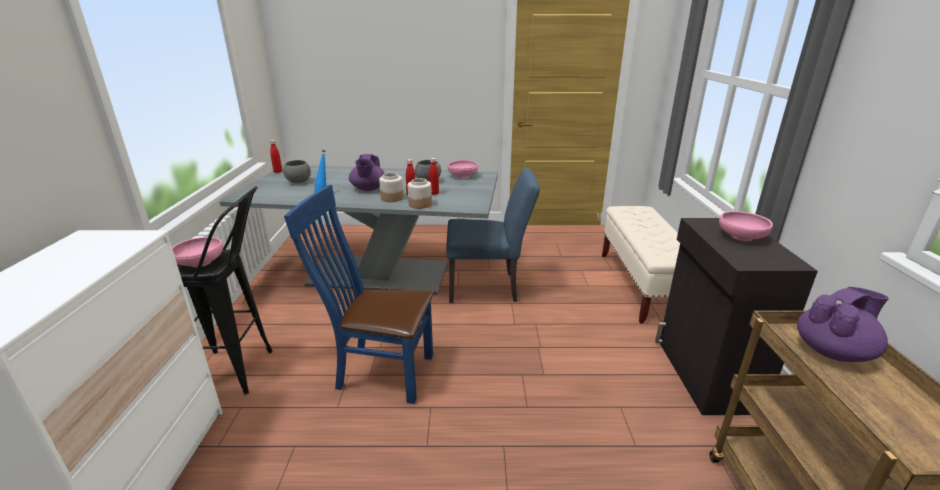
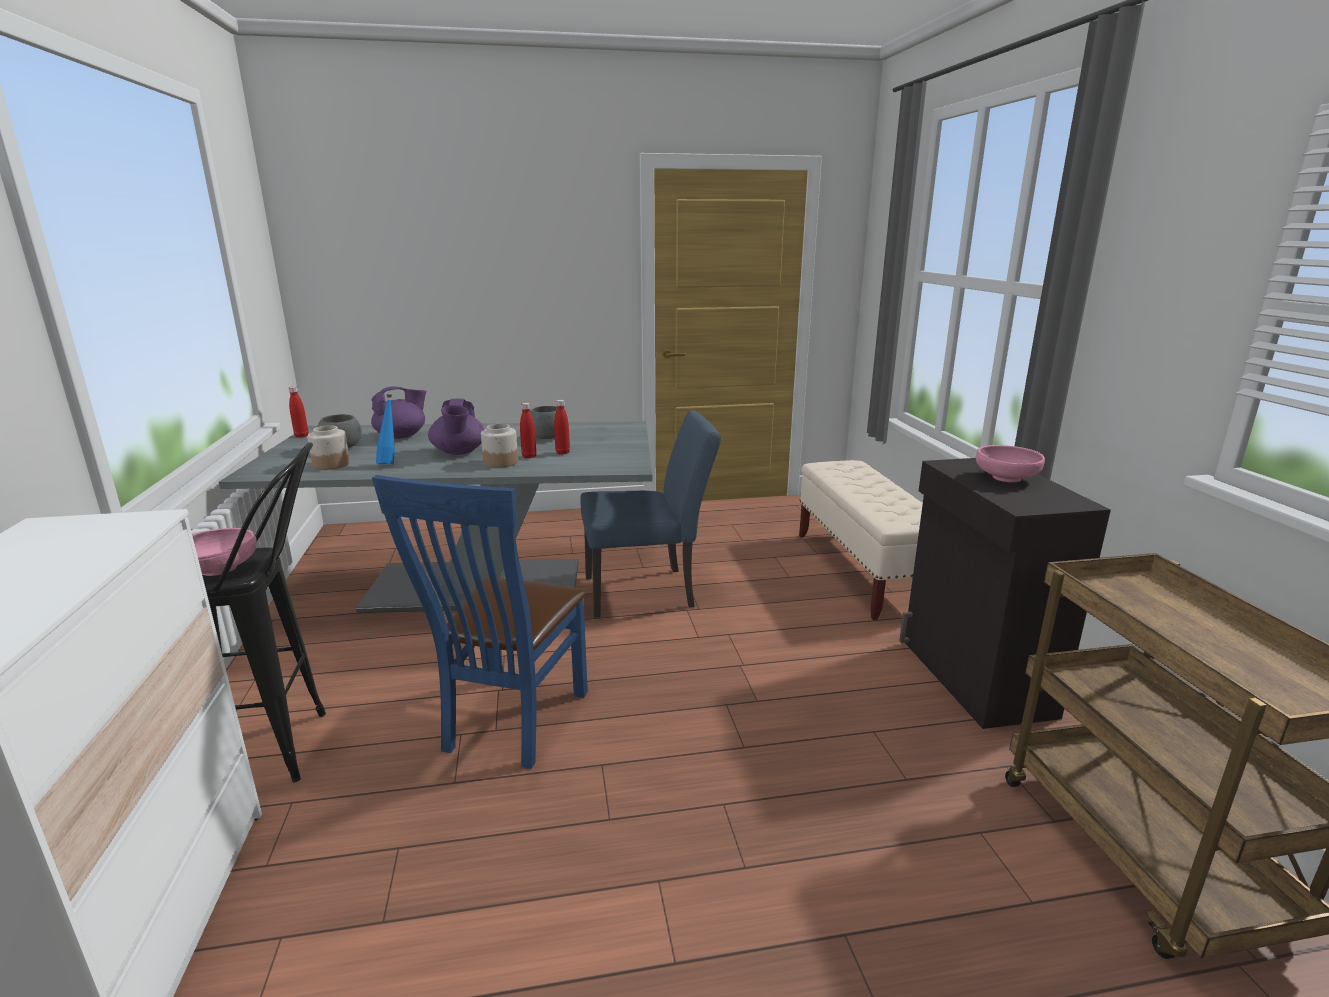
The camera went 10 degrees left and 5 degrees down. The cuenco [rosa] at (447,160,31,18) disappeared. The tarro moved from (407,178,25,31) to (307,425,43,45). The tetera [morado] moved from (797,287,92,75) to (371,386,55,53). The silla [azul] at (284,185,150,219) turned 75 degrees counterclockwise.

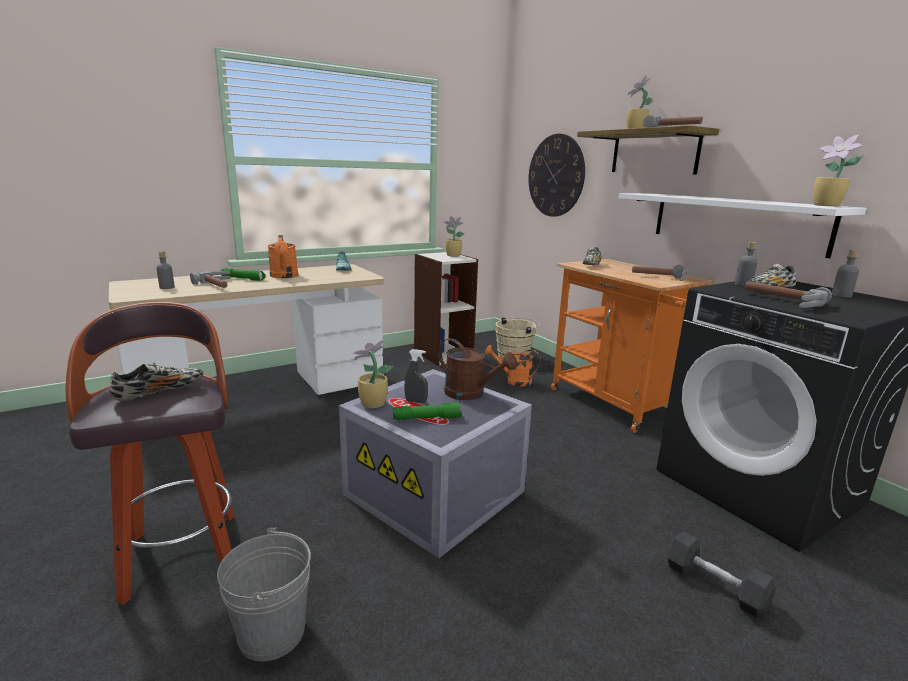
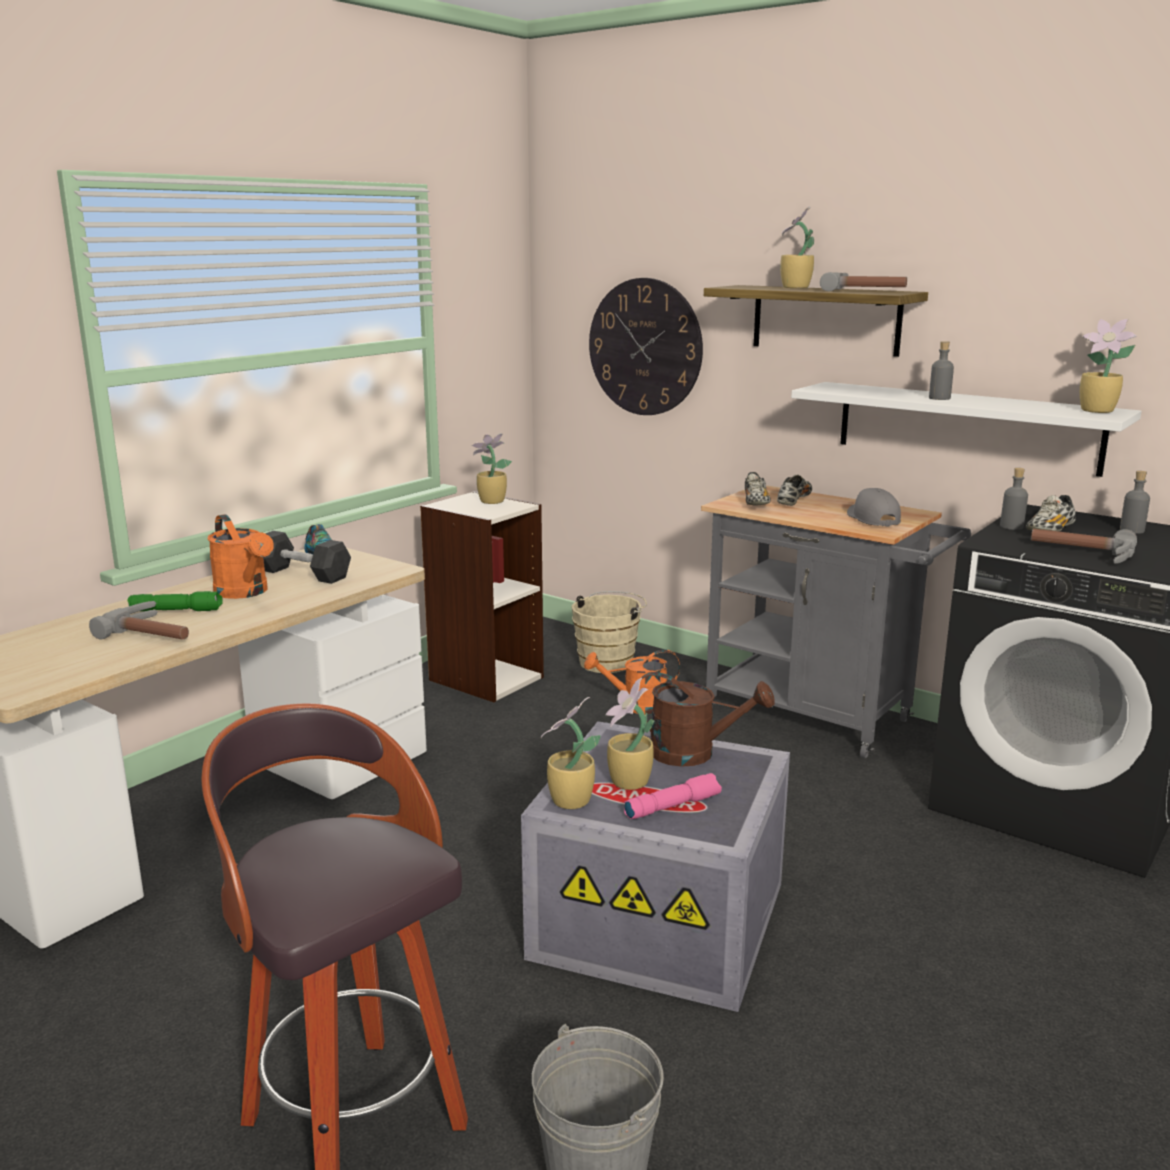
The camera went 20 degrees left and 0 degrees up. The zapato moved from (109,363,94,38) to (777,475,35,31). The botella [gris] moved from (157,252,18,37) to (929,341,25,59). The mancuerna [negro] moved from (666,531,109,87) to (263,531,88,53). The pulverizador [gris] at (404,349,24,54) was replaced by the planta en maceta at (605,678,50,112). The martillo at (632,265,55,16) was replaced by the gorra [gris] at (847,488,54,39). The linterna [verde] at (393,403,69,17) became the linterna [rosa] at (624,773,98,46). The carrito [naranja] at (550,259,163,174) became the carrito [gris] at (701,485,270,273).

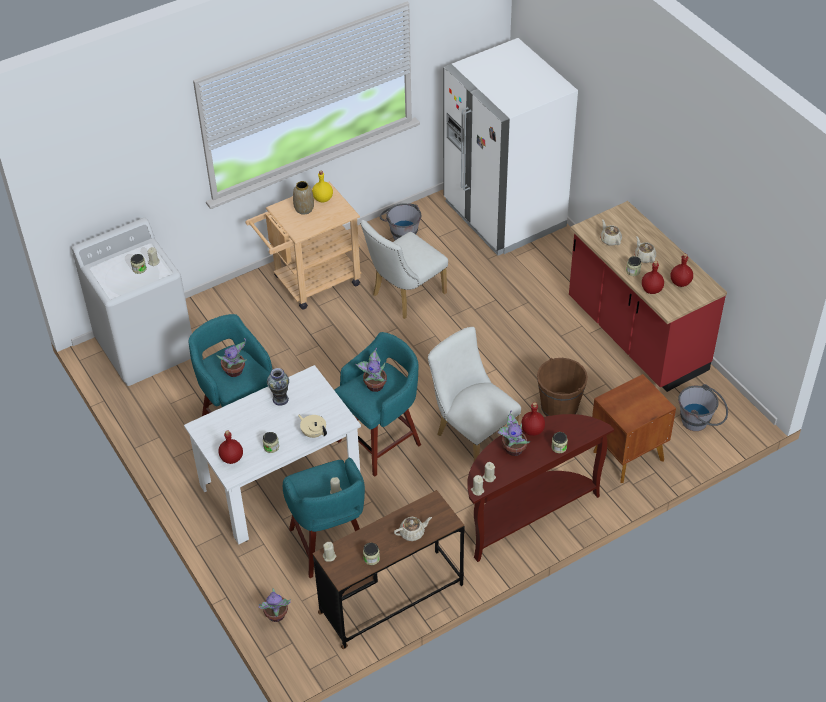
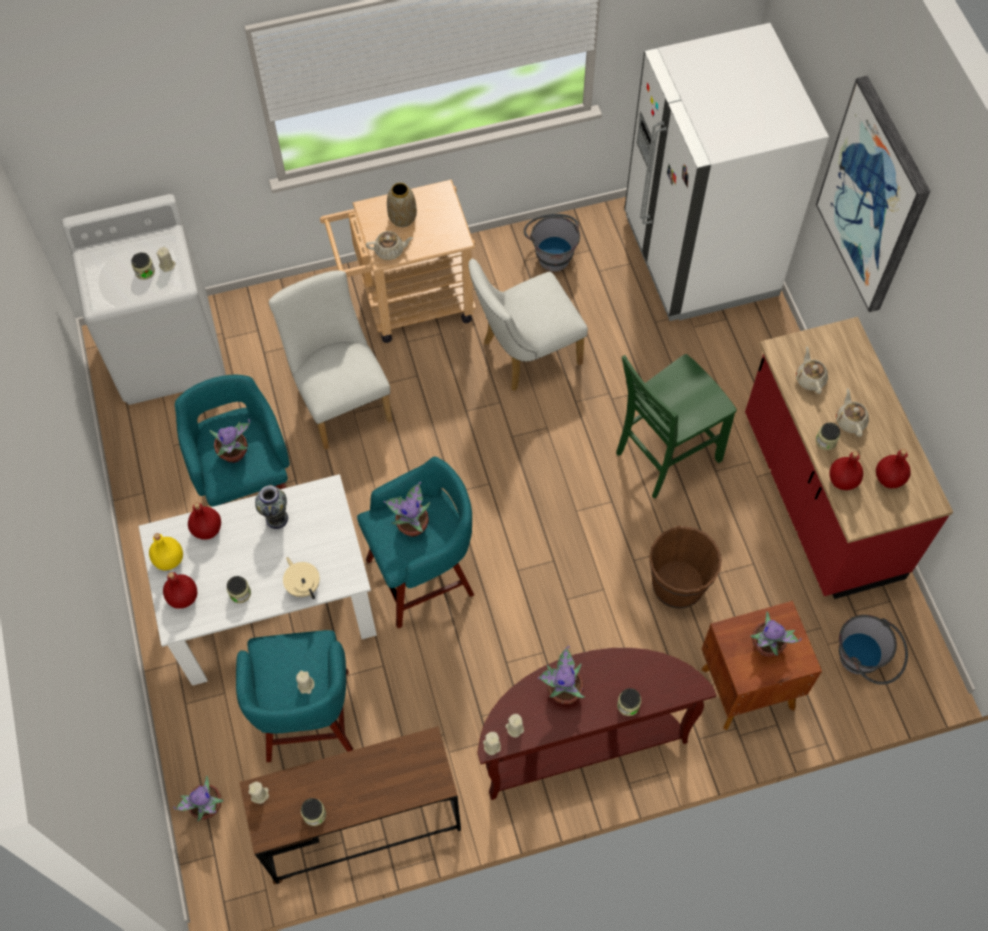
The camera went 15 degrees right and 15 degrees up. The silla [verde] at (616,354,121,144) appeared. The planta en maceta at (750,611,52,45) appeared. The cuadro at (816,76,114,236) appeared. The botella [amarillo] moved from (312,171,21,31) to (149,533,34,37). The tetera [beis] moved from (394,517,38,24) to (366,231,48,29). The silla [blanco] moved from (428,327,93,134) to (269,270,123,180). The botella [rojo] moved from (521,402,24,34) to (188,502,33,38).

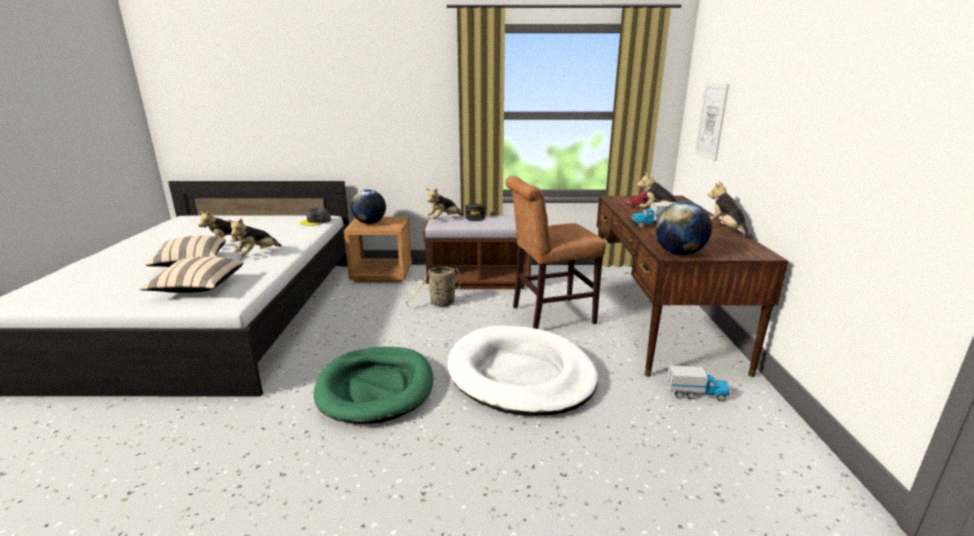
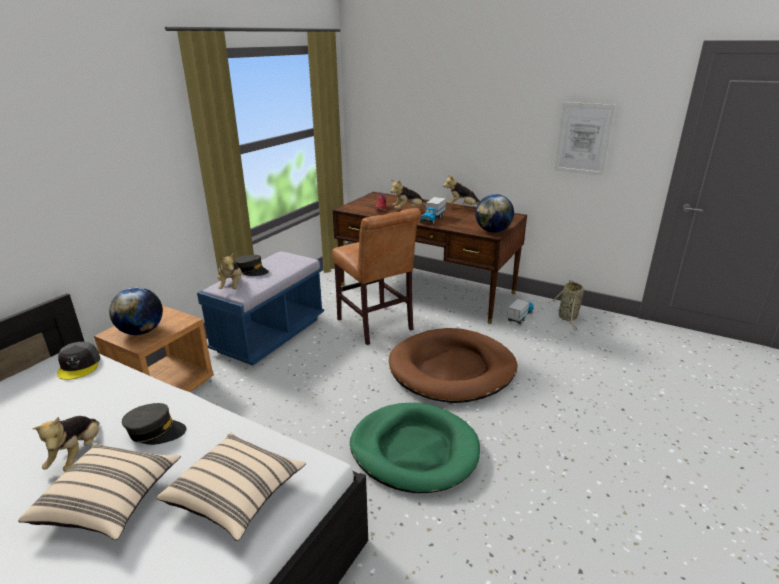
The camera went 60 degrees left and 5 degrees up. The cesta moved from (406,267,61,41) to (552,280,32,51). The cuadro moved from (694,83,35,79) to (554,102,61,74). The peluche at (228,218,53,38) was replaced by the gorra [gris] at (122,403,65,42). The banco [marrón] at (423,216,109,73) became the banco [azul] at (197,251,127,115). The cama para perro [blanco] at (448,326,150,90) became the cama para perro [marrón] at (389,328,128,75). The silla [marrón] at (506,176,100,153) turned 45 degrees counterclockwise.

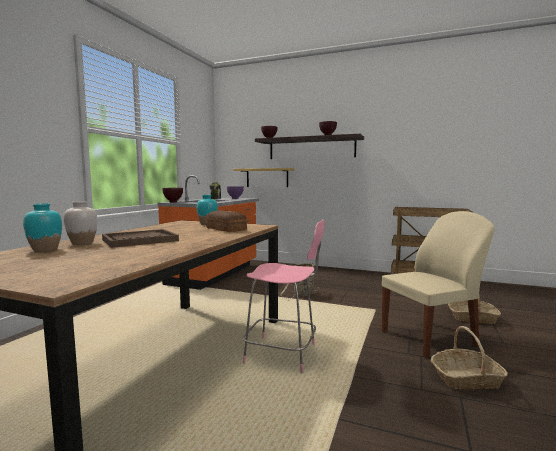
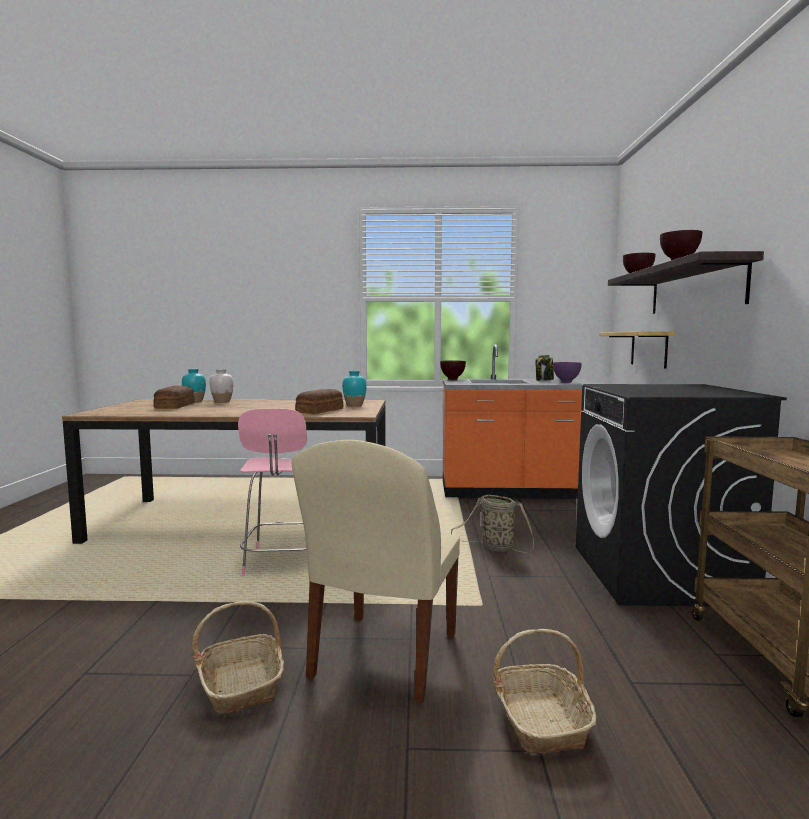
The camera went 70 degrees right and 0 degrees up. The bandeja [marrón] at (102,229,77,19) disappeared. The pan at (154,385,41,24) appeared. The lavadora [negro] at (576,384,211,222) appeared. The silla [beis] at (382,211,113,147) turned 60 degrees clockwise.

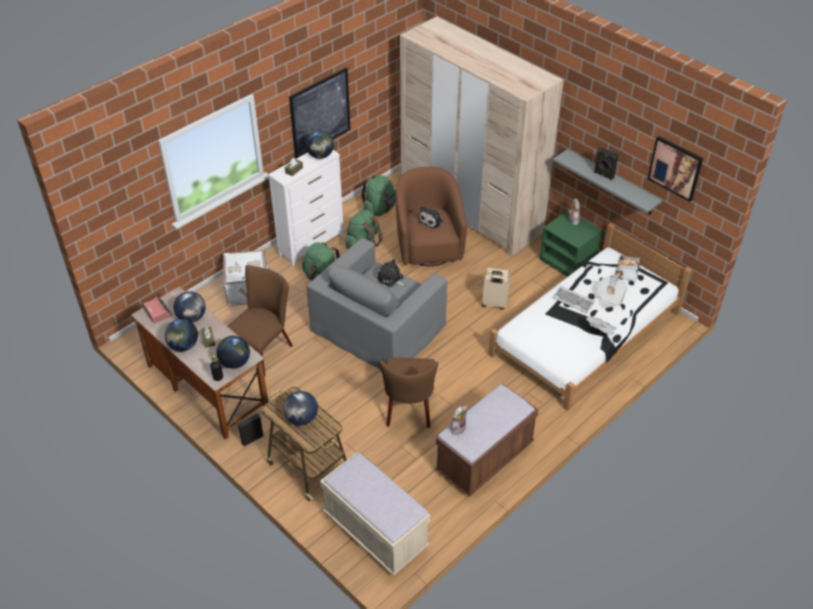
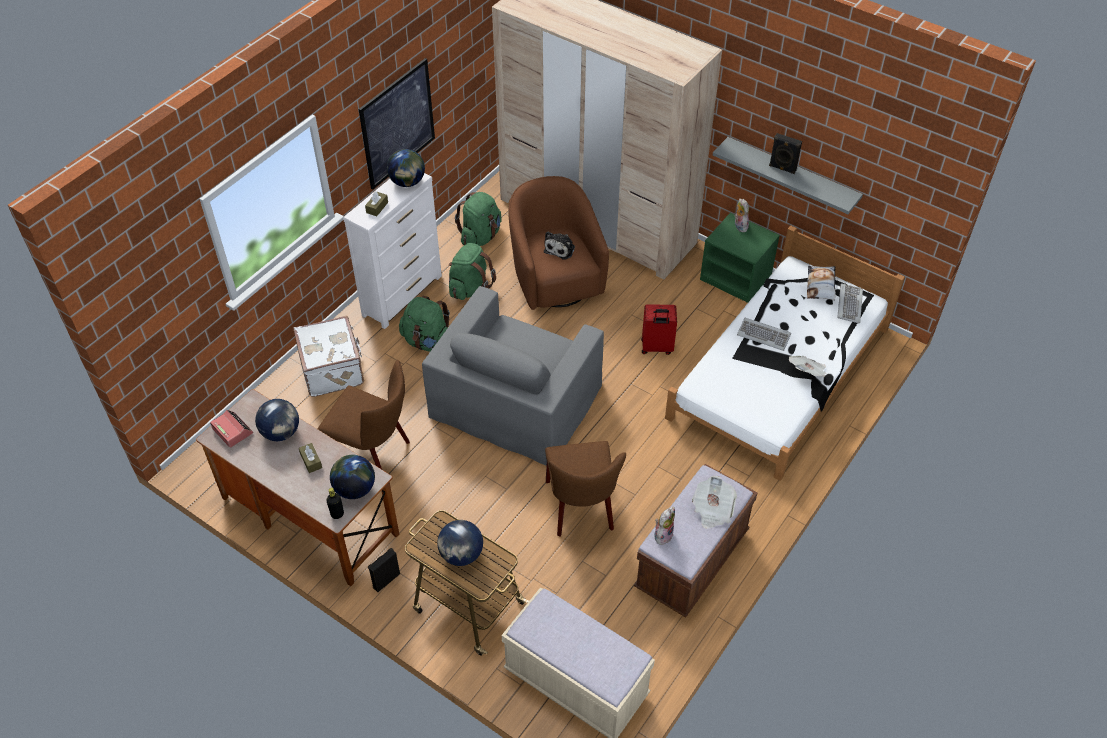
The camera went 10 degrees left and 5 degrees up. The globo terráqueo at (165,319,33,32) disappeared. The peluche at (377,259,29,28) disappeared. The cuadro at (647,136,56,66) disappeared. The teclado at (837,283,26,41) appeared. The periódico moved from (596,275,31,33) to (692,476,45,53). The maleta [beis] at (482,268,29,42) became the maleta [rojo] at (641,304,36,51). The silla [marrón] at (227,265,66,112) turned 90 degrees clockwise.

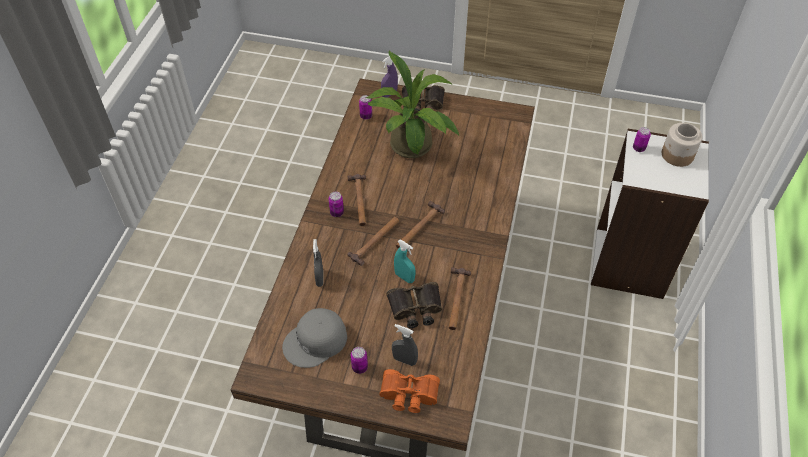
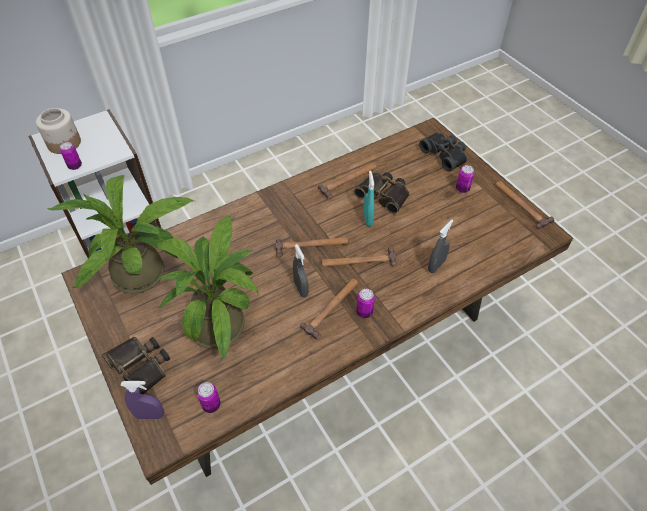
The camera went 135 degrees left and 0 degrees up. The gorra [gris] at (282,308,65,60) disappeared. The planta en maceta at (47,175,147,118) appeared. The martillo at (495,181,59,48) appeared. The pulverizador [gris] moved from (392,324,26,42) to (293,244,16,53). The prismáticos [naranja] at (380,369,60,44) became the prismáticos [negro] at (419,133,48,39).

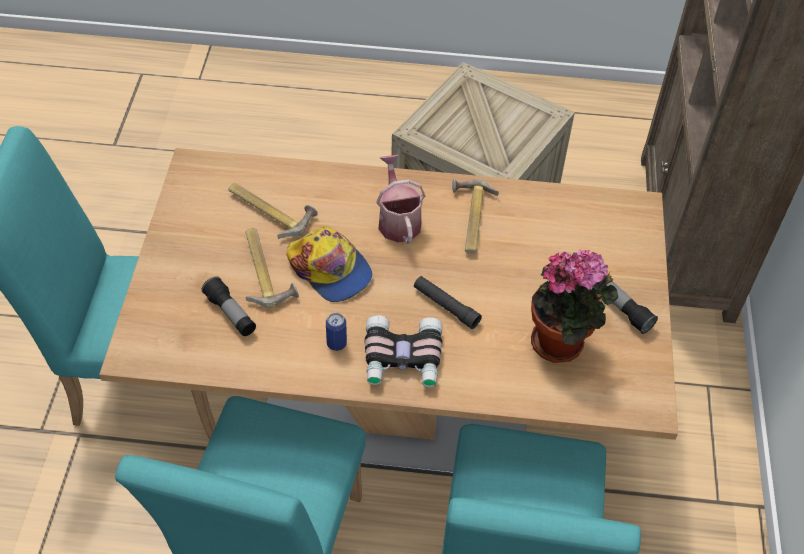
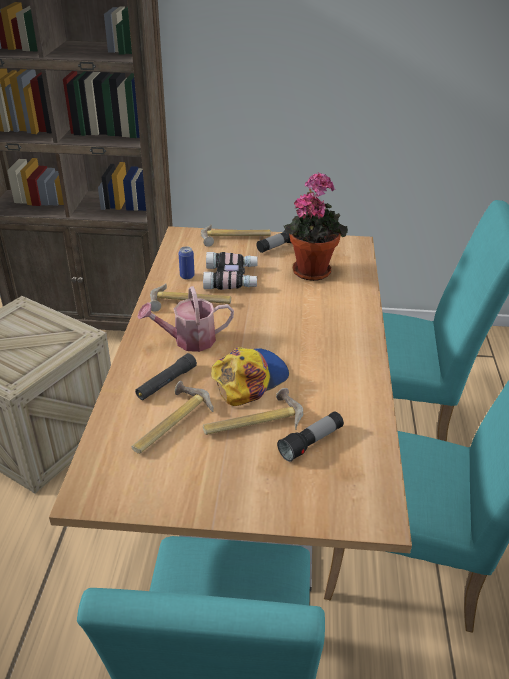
The camera went 90 degrees left and 15 degrees down. The martillo at (201,224,70,23) appeared. The lata moved from (326,313,21,38) to (179,246,16,33). The prismáticos moved from (365,315,77,72) to (203,252,55,38). The linterna [negro] moved from (414,276,68,53) to (135,353,62,47).

